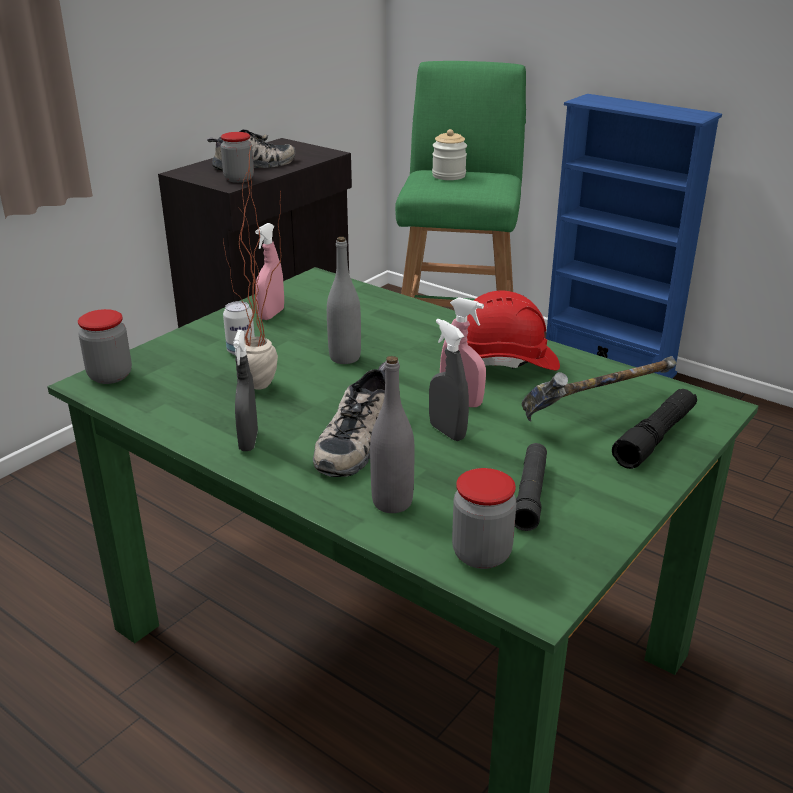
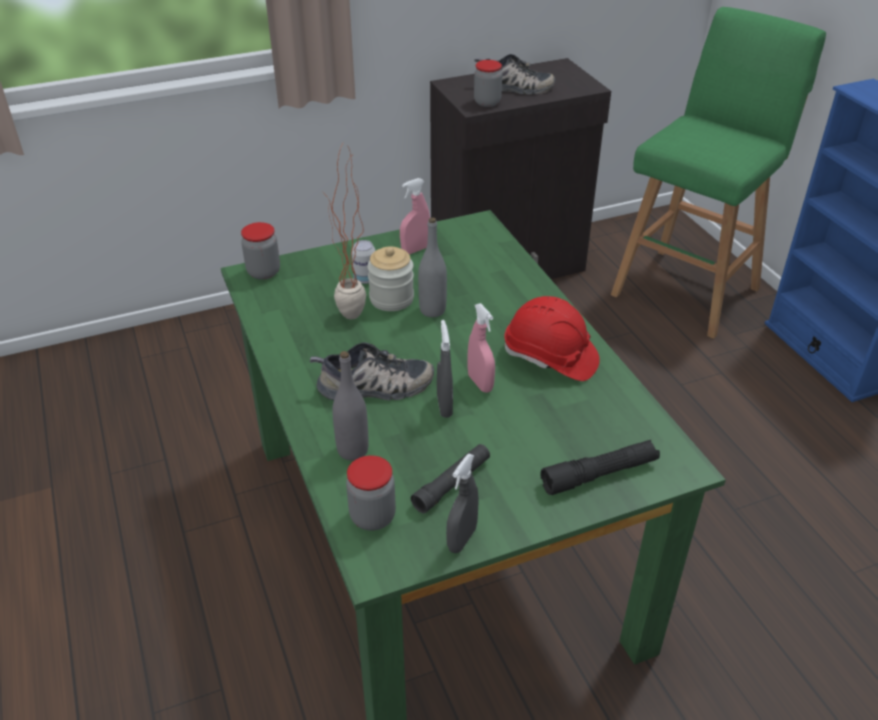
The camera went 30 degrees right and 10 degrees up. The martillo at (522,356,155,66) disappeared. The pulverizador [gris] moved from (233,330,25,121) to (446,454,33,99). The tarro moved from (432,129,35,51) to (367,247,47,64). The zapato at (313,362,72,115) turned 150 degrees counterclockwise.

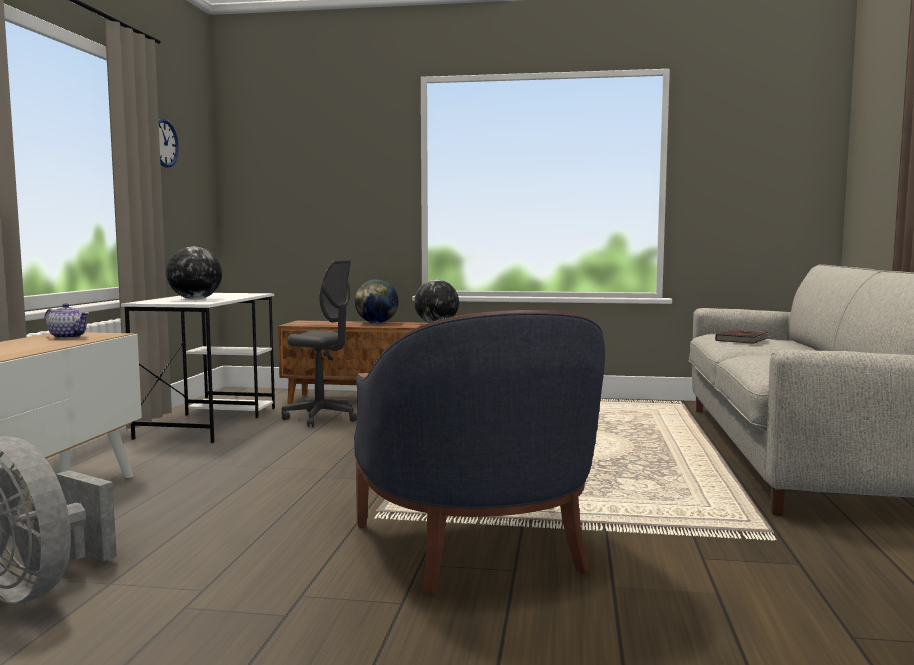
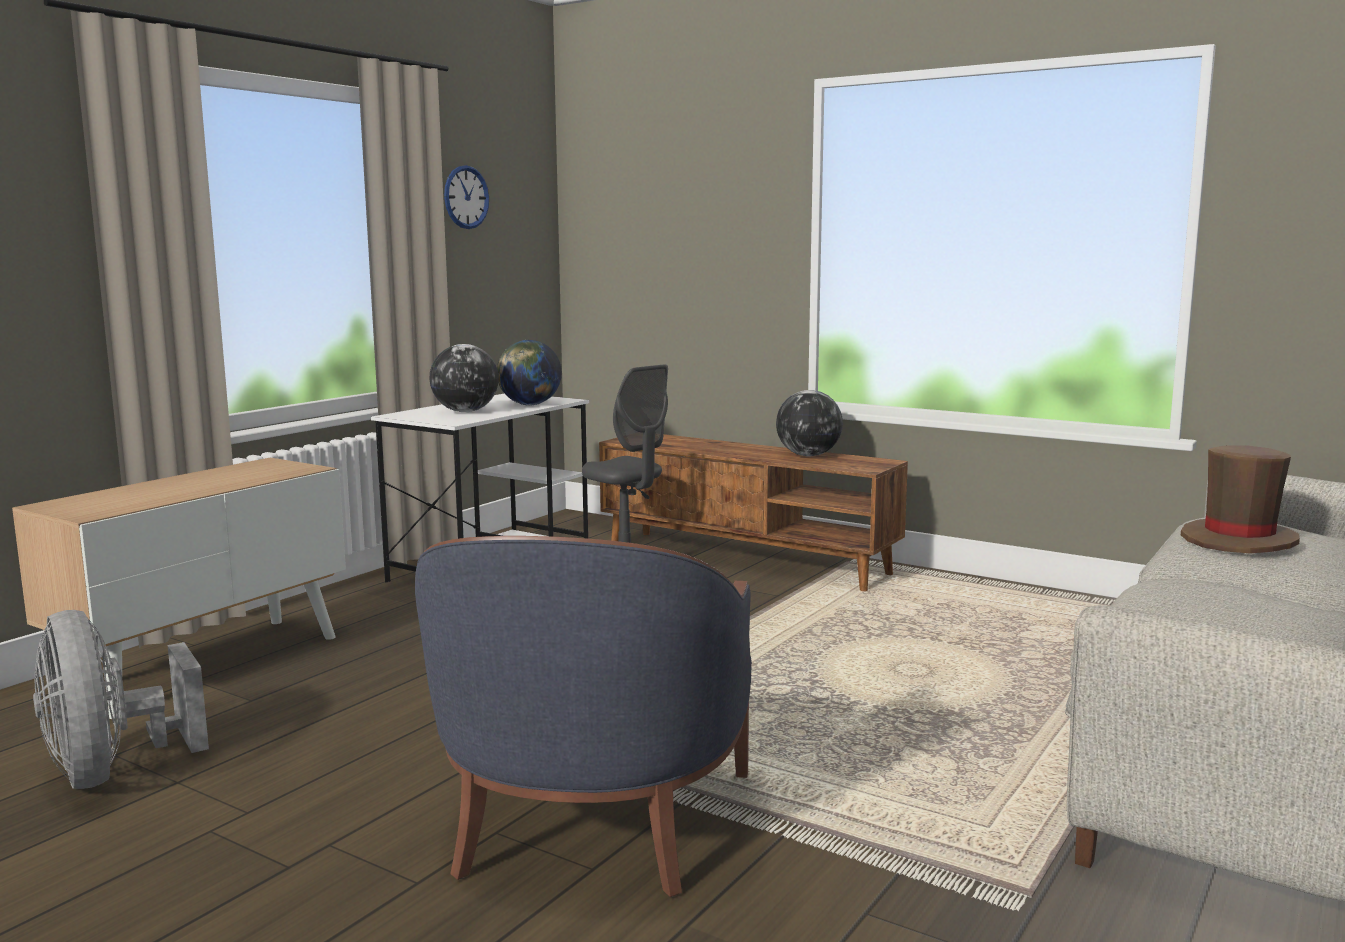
The camera went 25 degrees right and 5 degrees up. The tetera at (45,303,44,36) disappeared. The globo terráqueo moved from (355,279,44,45) to (497,340,65,66). The libro [marrón] at (715,329,57,15) was replaced by the sombrero [marrón] at (1181,445,119,109).

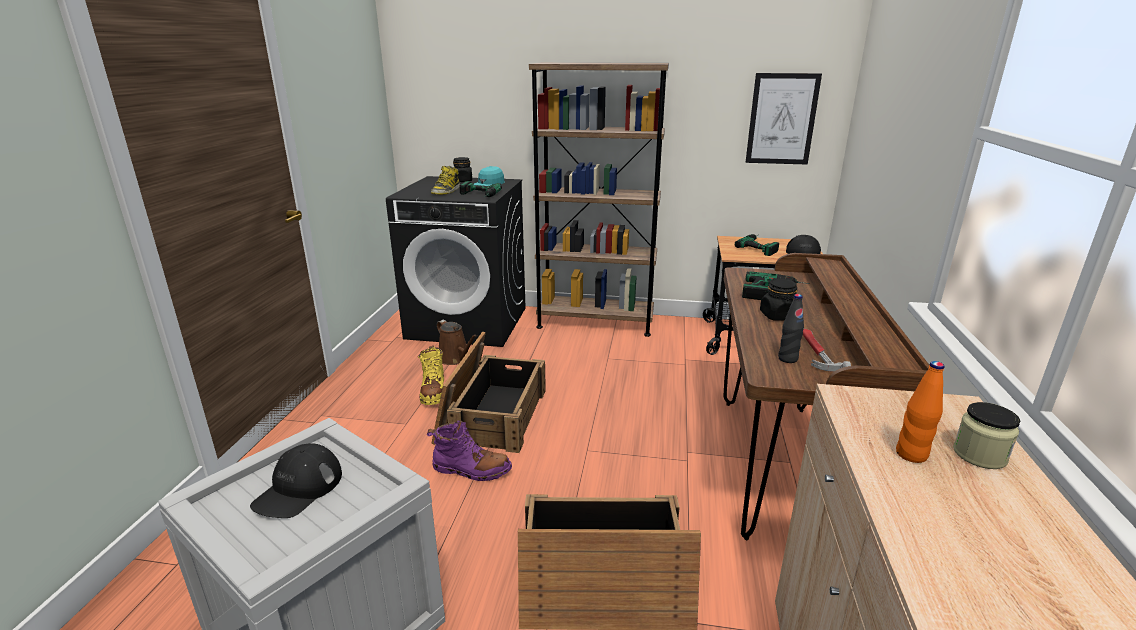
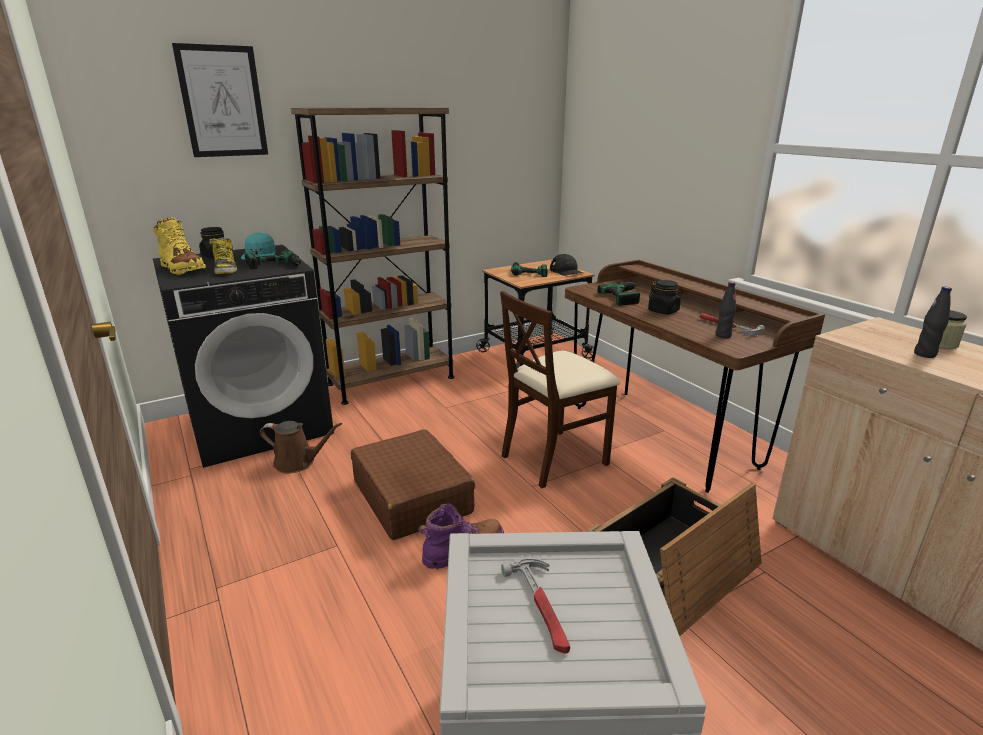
The camera went 40 degrees left and 0 degrees up. The silla [beis] at (500,291,120,197) appeared. The bota [amarillo] moved from (418,345,26,60) to (153,217,53,58). The cuadro moved from (746,73,76,92) to (172,43,96,114). The gorra [negro] at (250,443,92,75) was replaced by the martillo at (501,557,69,97). The caja de embalaje at (431,331,115,122) was replaced by the maleta [marrón] at (351,429,124,111). The botella [naranja] at (896,361,48,102) became the botella [negro] at (914,286,38,72).

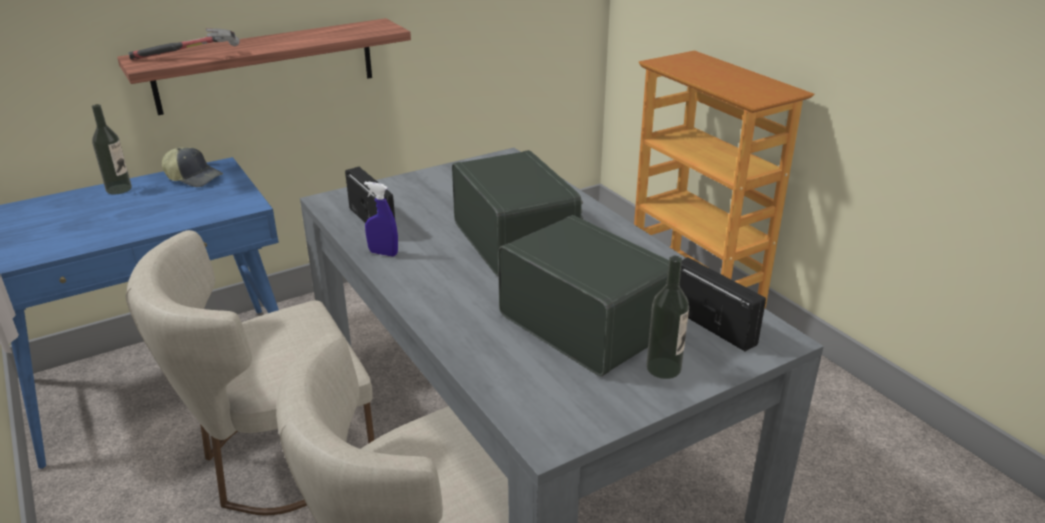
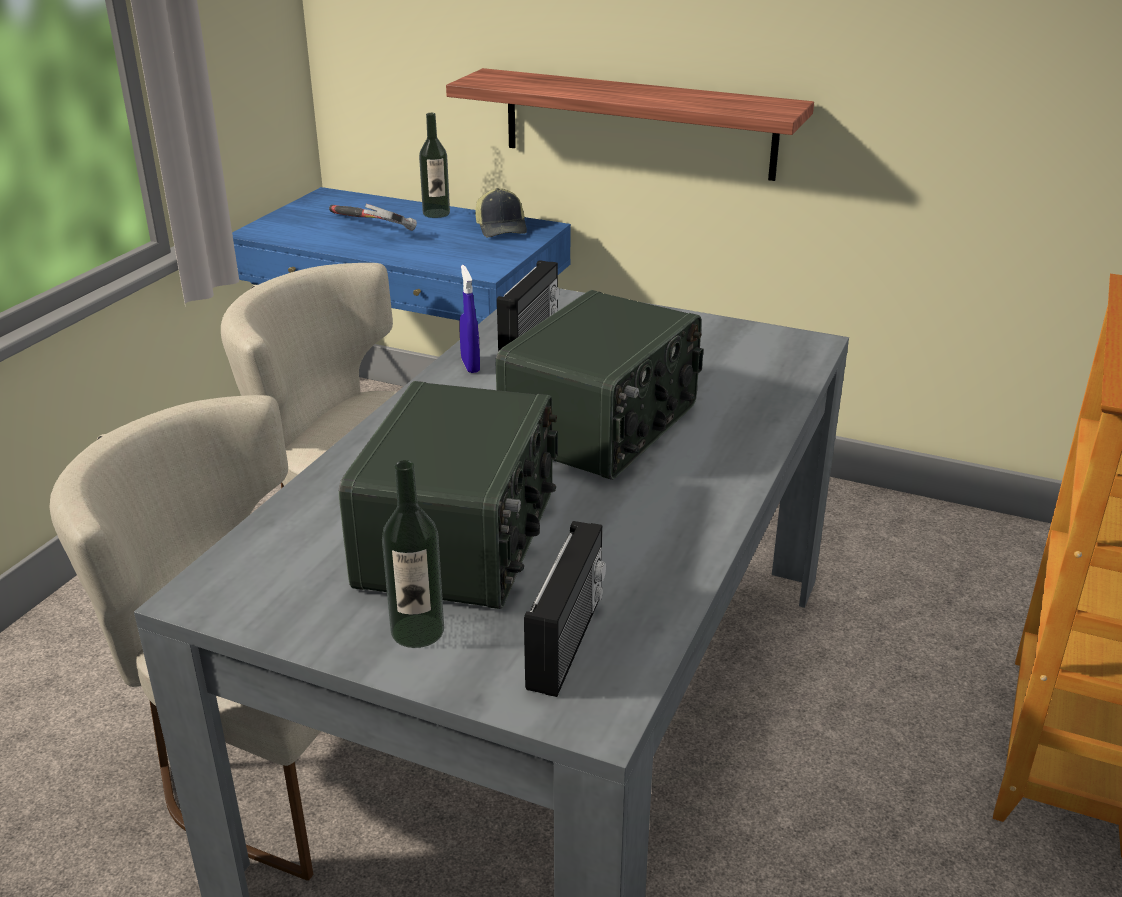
The camera went 55 degrees right and 0 degrees up. The martillo moved from (129,28,111,32) to (329,204,88,27).

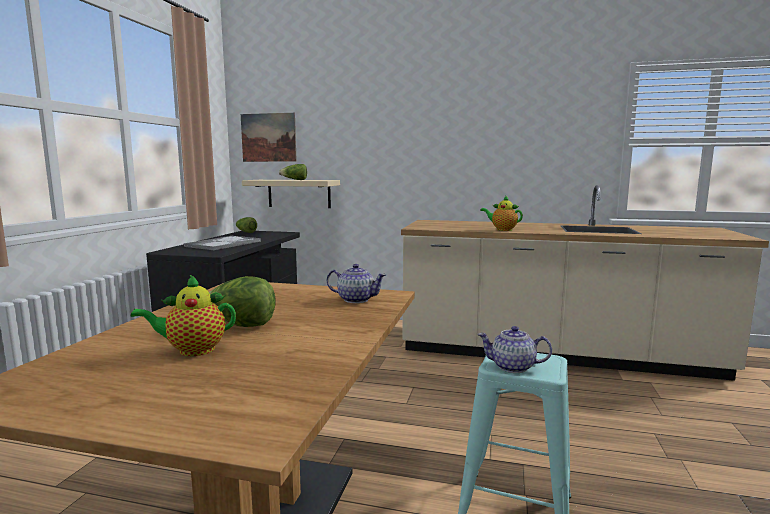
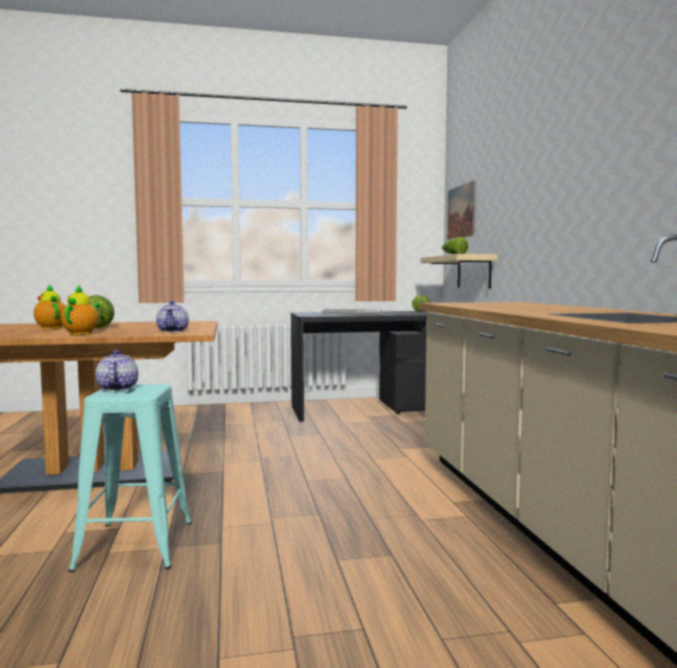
The camera went 65 degrees right and 5 degrees down. The tetera moved from (480,195,43,36) to (61,285,39,50).

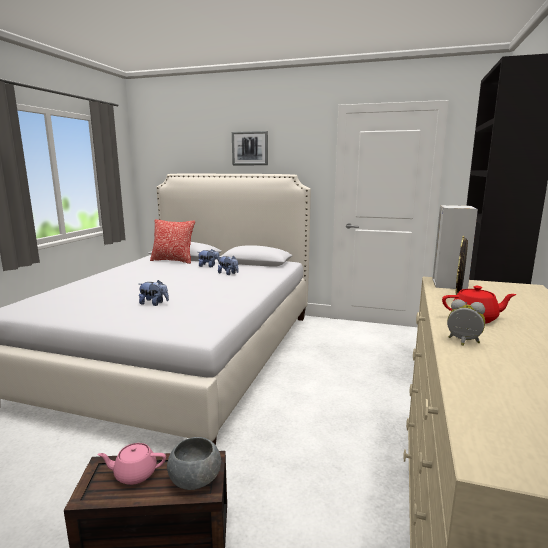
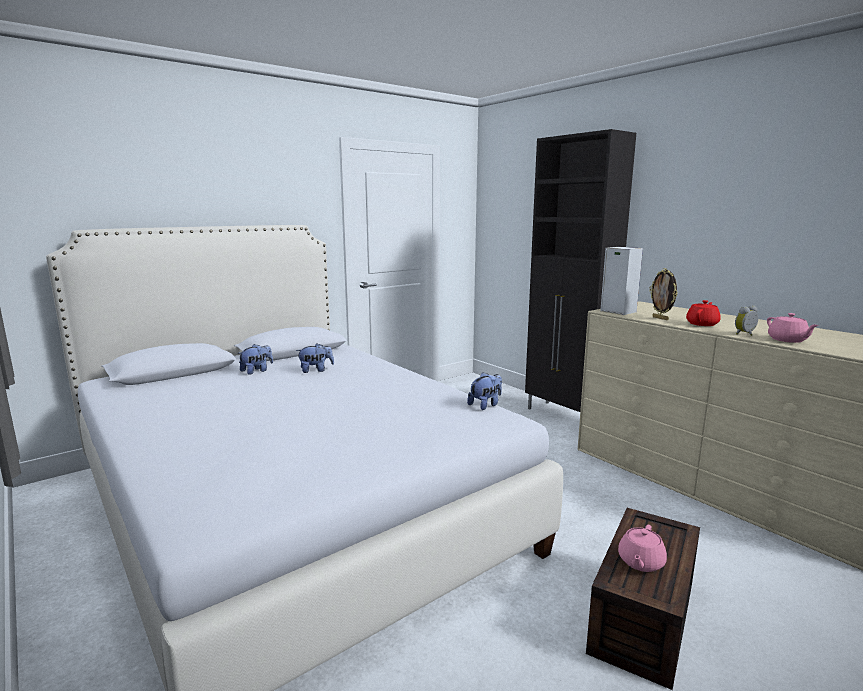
The camera went 55 degrees left and 0 degrees up. The cojín at (150,219,45,45) disappeared. The cuenco [gris] at (167,437,54,53) disappeared. The cuadro at (232,131,36,34) disappeared. The tetera [rosa] at (767,313,52,30) appeared. The peluche moved from (139,280,30,26) to (467,372,35,38).

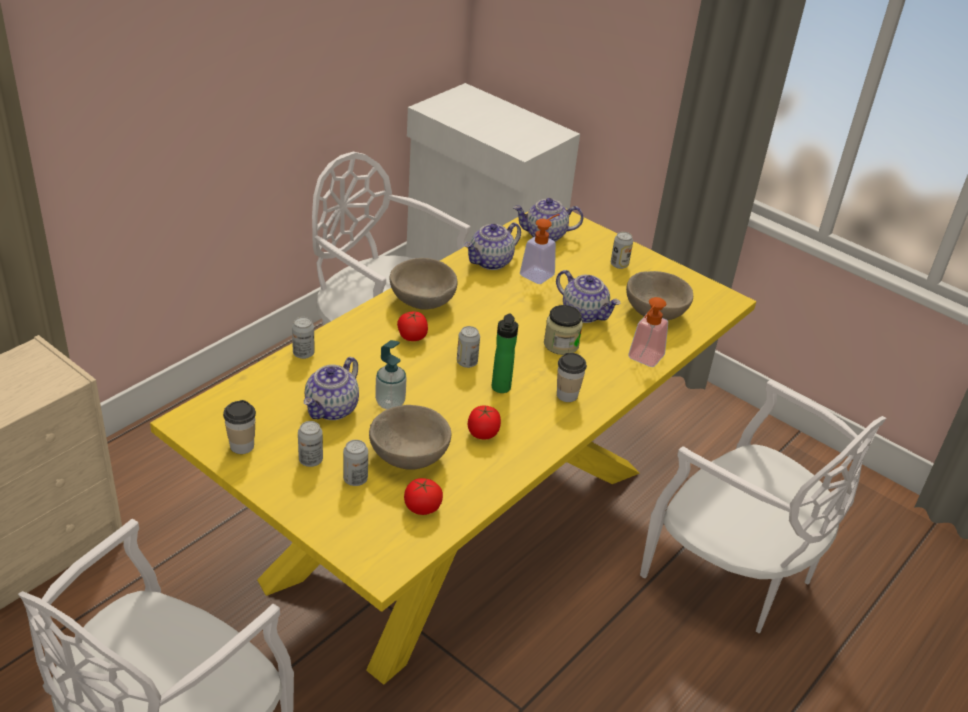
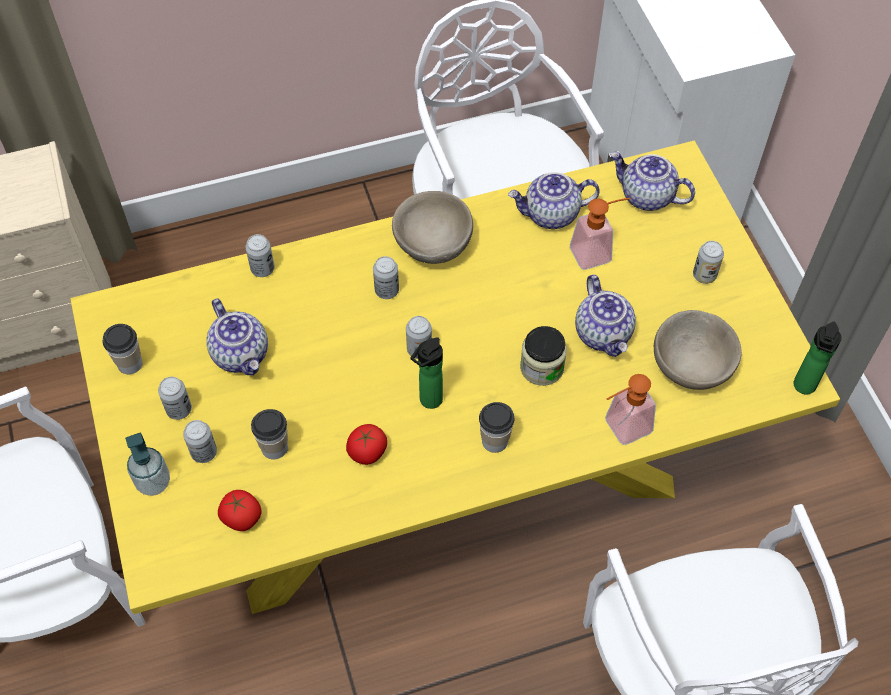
The camera went 35 degrees right and 20 degrees up. The botella at (794,322,48,73) appeared. The dispensador de jabón moved from (375,340,32,70) to (125,432,45,64). The cuenco [beis] at (369,405,82,65) was replaced by the taza at (251,409,37,50). The tomate at (397,311,31,30) was replaced by the lata at (373,256,26,43). The tetera at (304,357,55,63) turned 90 degrees counterclockwise.

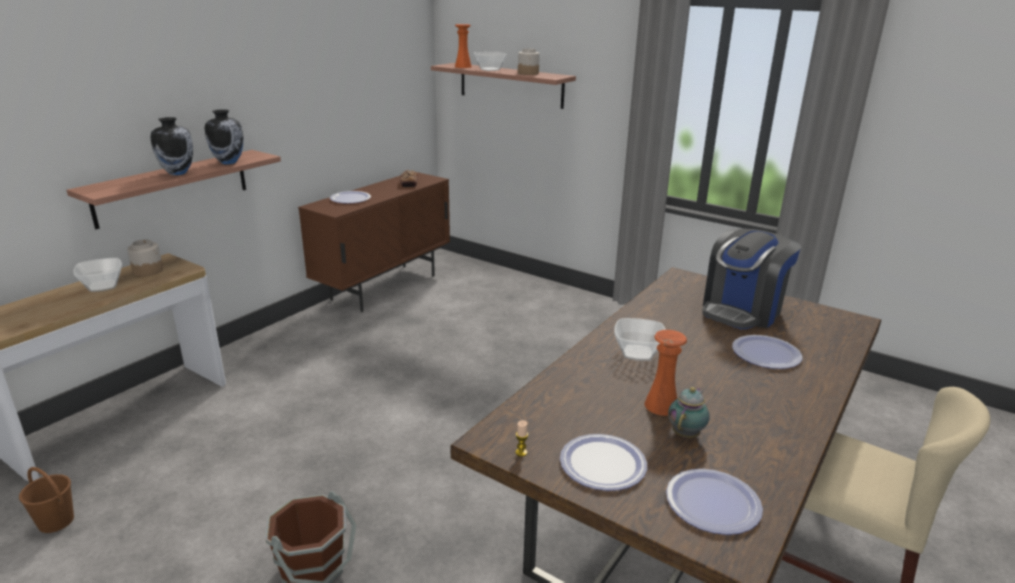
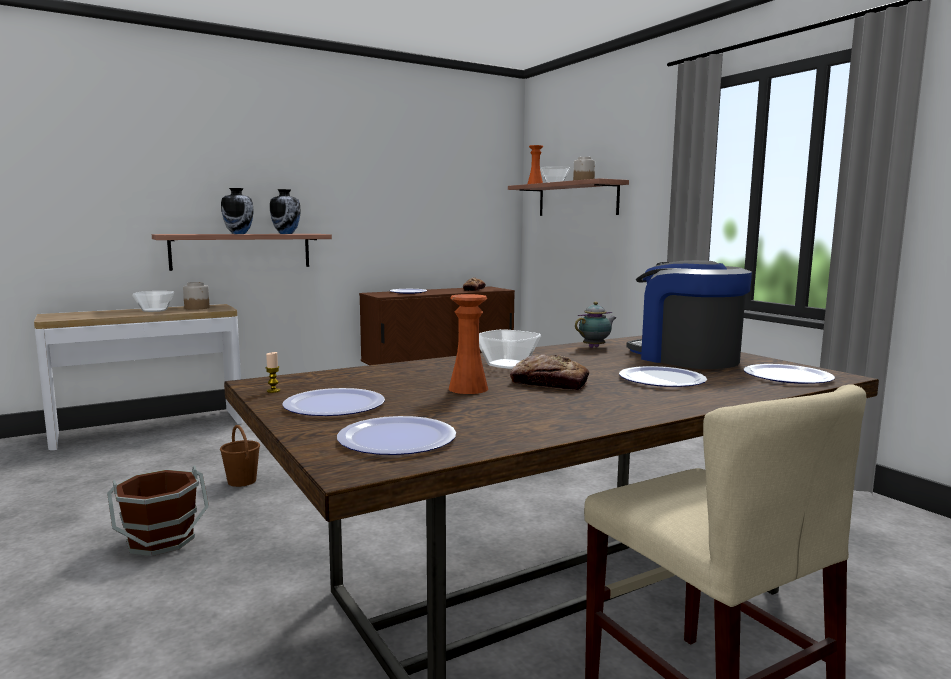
The camera went 25 degrees right and 15 degrees down. The pan at (510,354,79,36) appeared. The plato at (743,364,92,20) appeared. The cubo [marrón] moved from (19,467,55,66) to (220,425,40,62). The tetera moved from (668,387,41,51) to (575,302,41,46). The cafetera at (702,228,99,101) turned 75 degrees clockwise.

